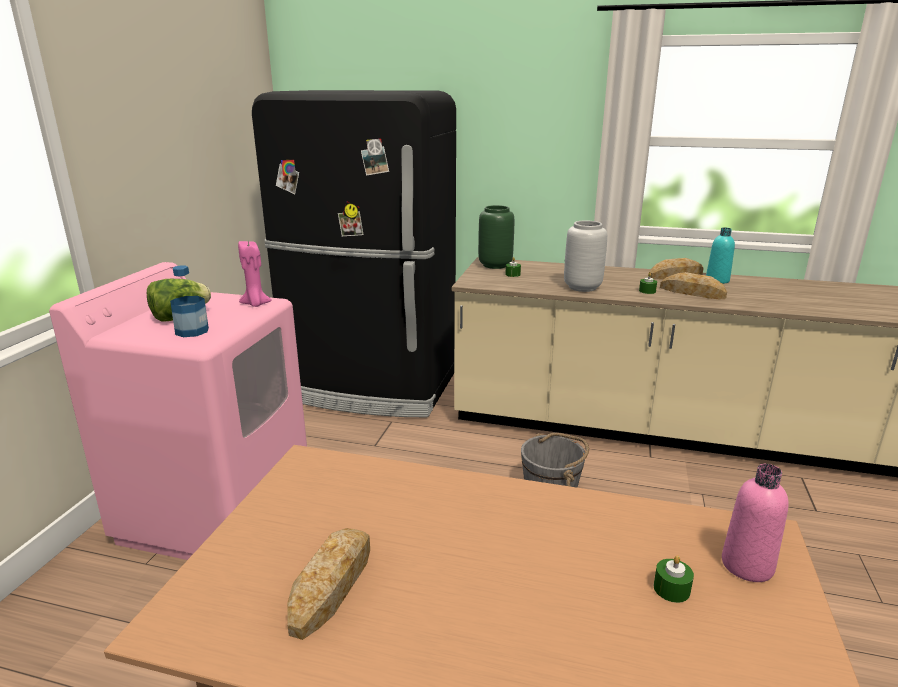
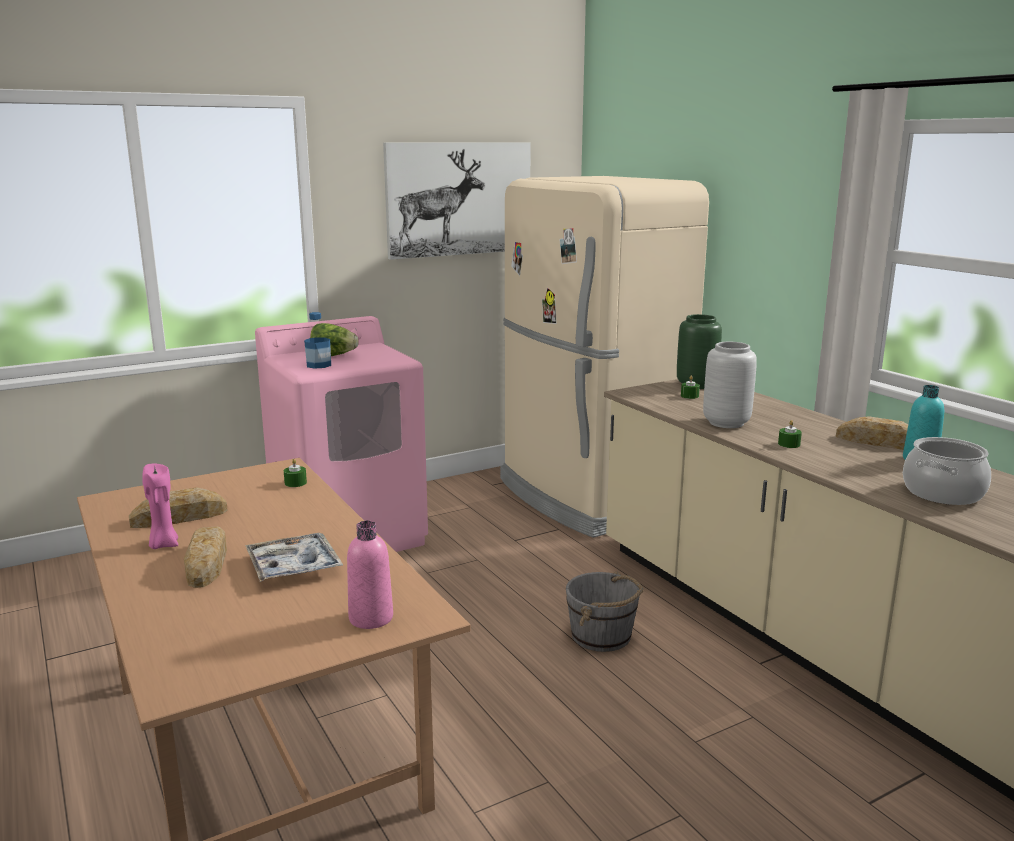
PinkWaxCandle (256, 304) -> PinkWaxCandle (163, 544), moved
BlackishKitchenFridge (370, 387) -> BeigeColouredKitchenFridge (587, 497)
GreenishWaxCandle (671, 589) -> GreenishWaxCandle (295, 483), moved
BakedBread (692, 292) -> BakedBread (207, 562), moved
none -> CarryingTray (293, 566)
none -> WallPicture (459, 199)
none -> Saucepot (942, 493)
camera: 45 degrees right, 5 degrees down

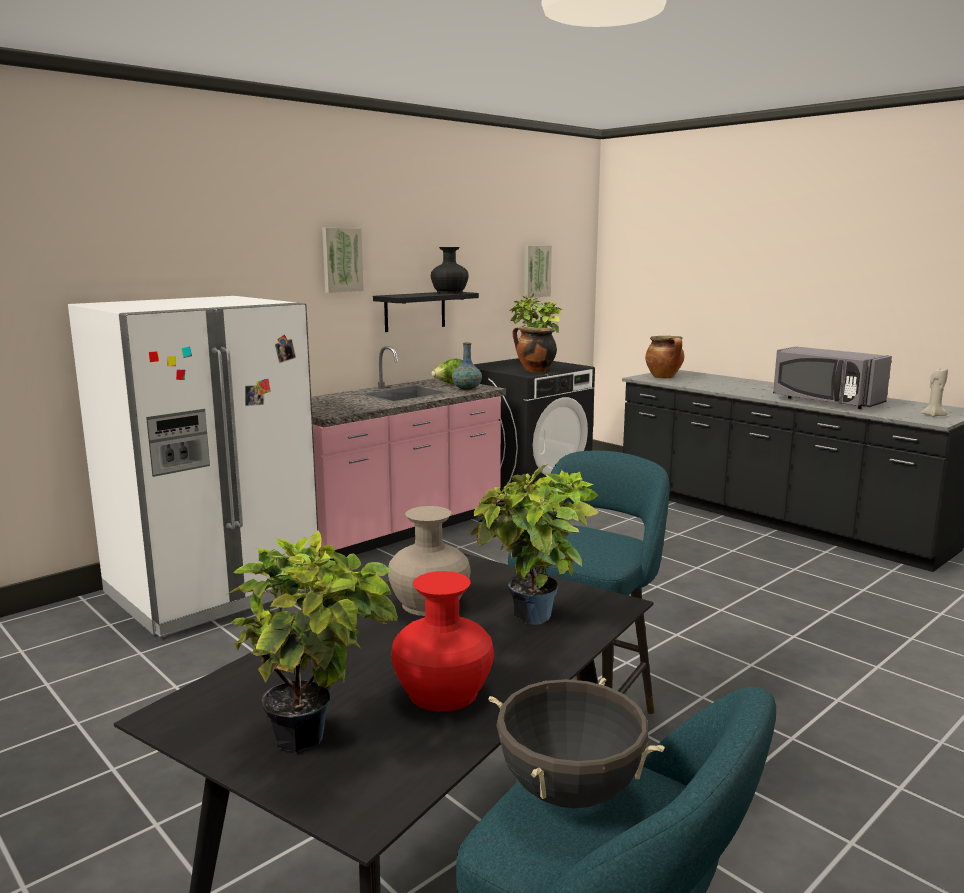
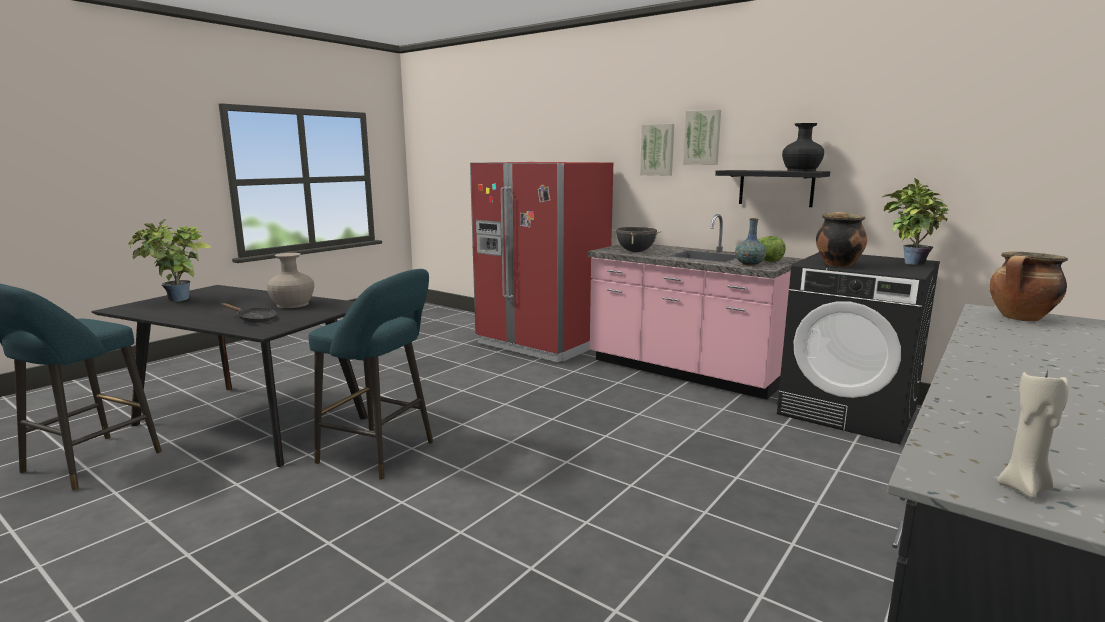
WhiteColouredKitchenFridge (213, 590) -> ReddishKitchenFridge (542, 343)
ReddishFlowerVase (443, 692) -> none
PlantInAPot (535, 622) -> BlackishSkillet (254, 319)
BlackishSaucepot (570, 791) -> BlackishSaucepot (635, 252), moved
WallPicture (536, 271) -> WallPicture (657, 150), moved
GrayMicrowave (825, 402) -> none
camera: 80 degrees right, 0 degrees up

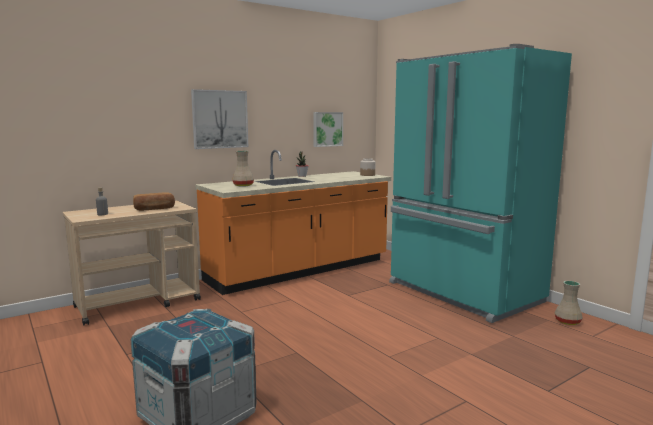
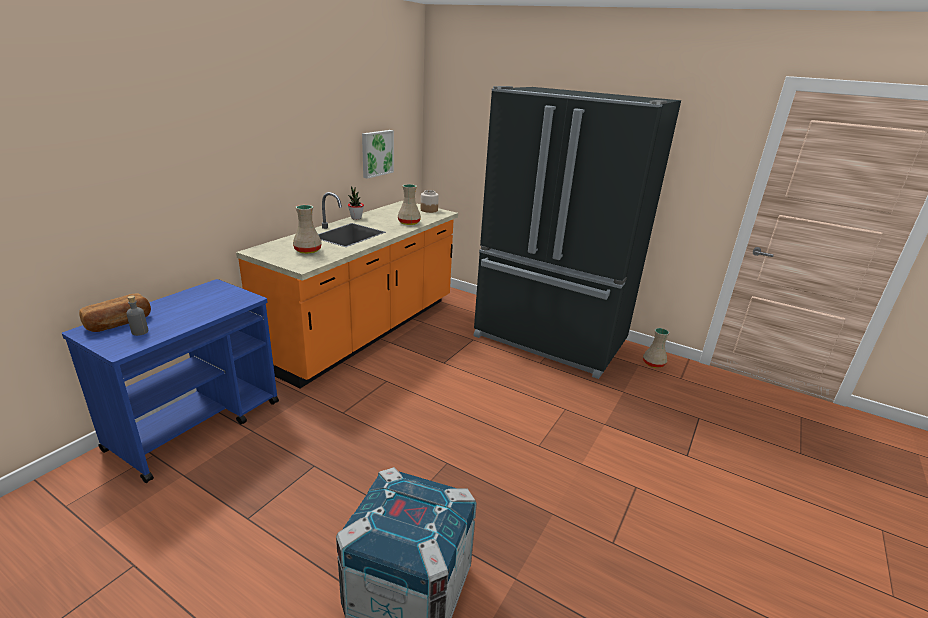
BeigeColouredWheeledCart (139, 303) -> BluishWheeledCart (197, 424)
BakedBread (154, 209) -> BakedBread (119, 323), moved
WallPicture (220, 119) -> none
TurquoiseKitchenFridge (462, 293) -> BlackishKitchenFridge (549, 340)
none -> BeigeColouredFlowerVase (409, 223)
camera: 25 degrees left, 15 degrees up

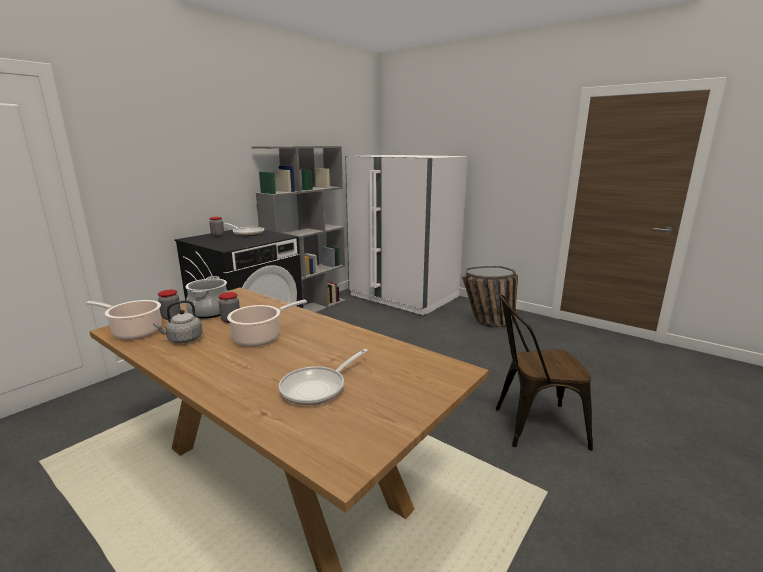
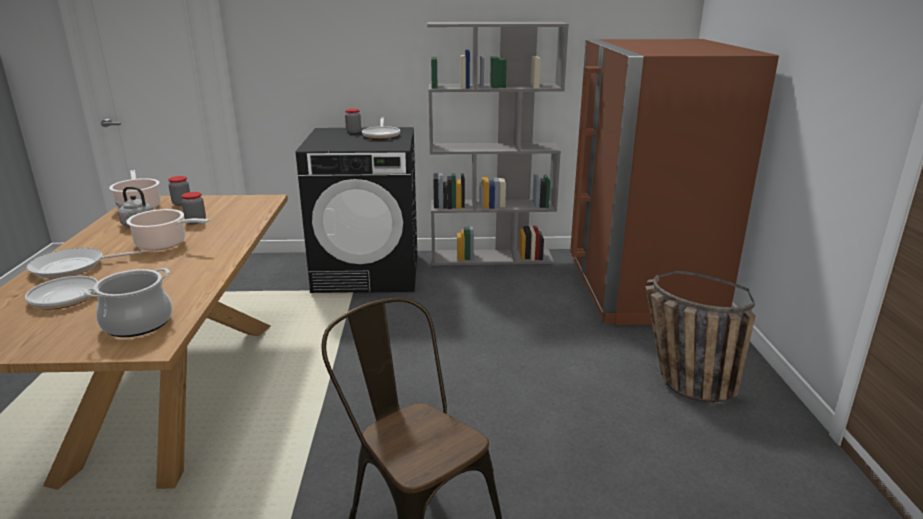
Saucepot (210, 312) -> Saucepot (137, 324), moved
WhiteColouredKitchenFridge (403, 296) -> BrownishKitchenFridge (639, 288)
none -> Skillet (73, 267)
camera: 50 degrees right, 5 degrees up

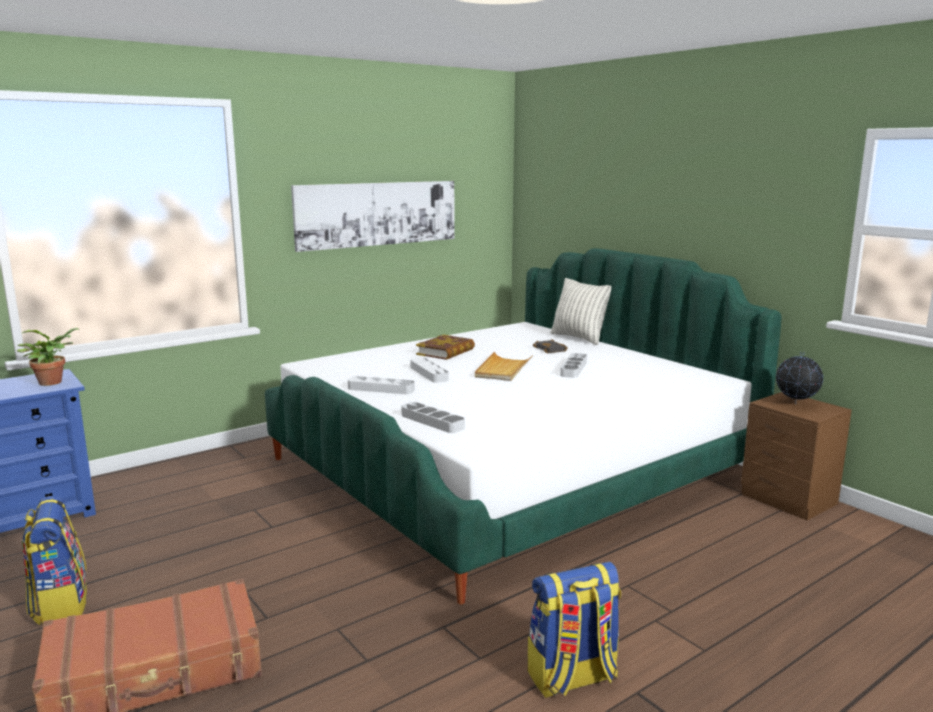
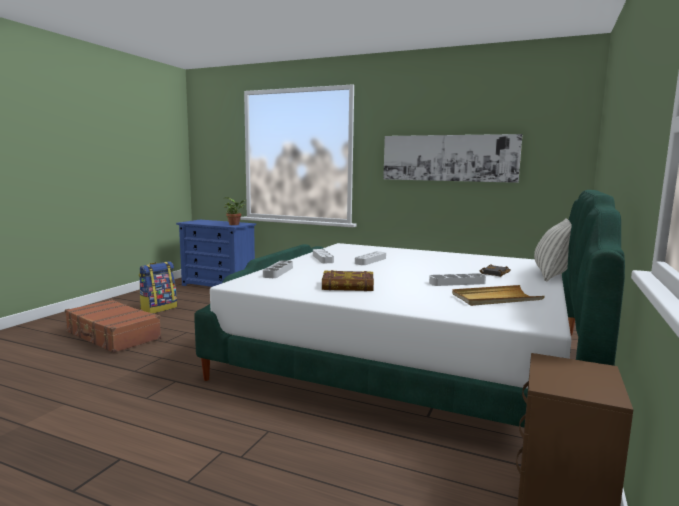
Book (446, 352) -> Book (347, 286), moved
BeigeColouredCarryingTray (503, 369) -> BeigeColouredCarryingTray (495, 299), moved
Rucksack (572, 678) -> none
WorldGlobe (796, 404) -> none
camera: 60 degrees right, 5 degrees down

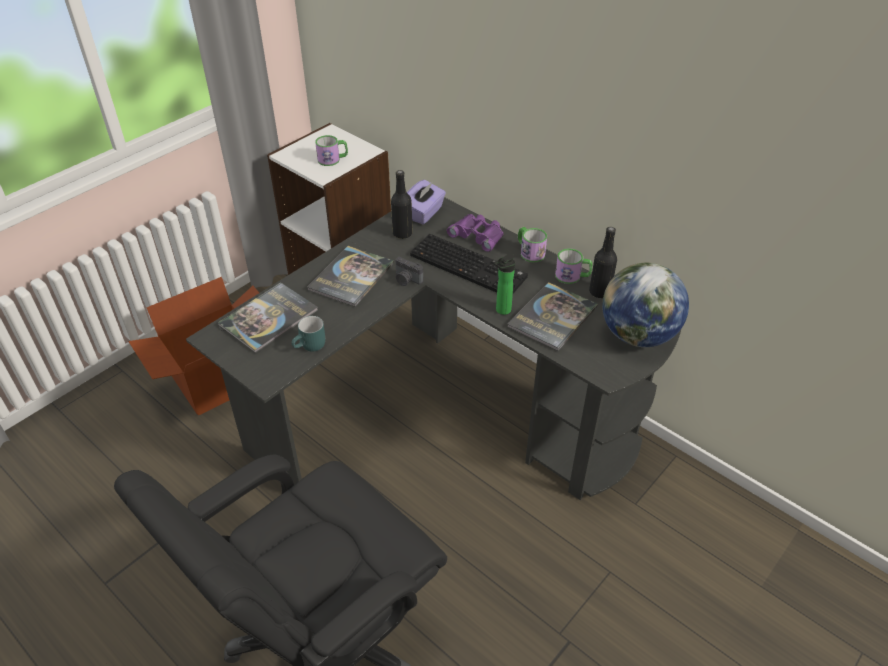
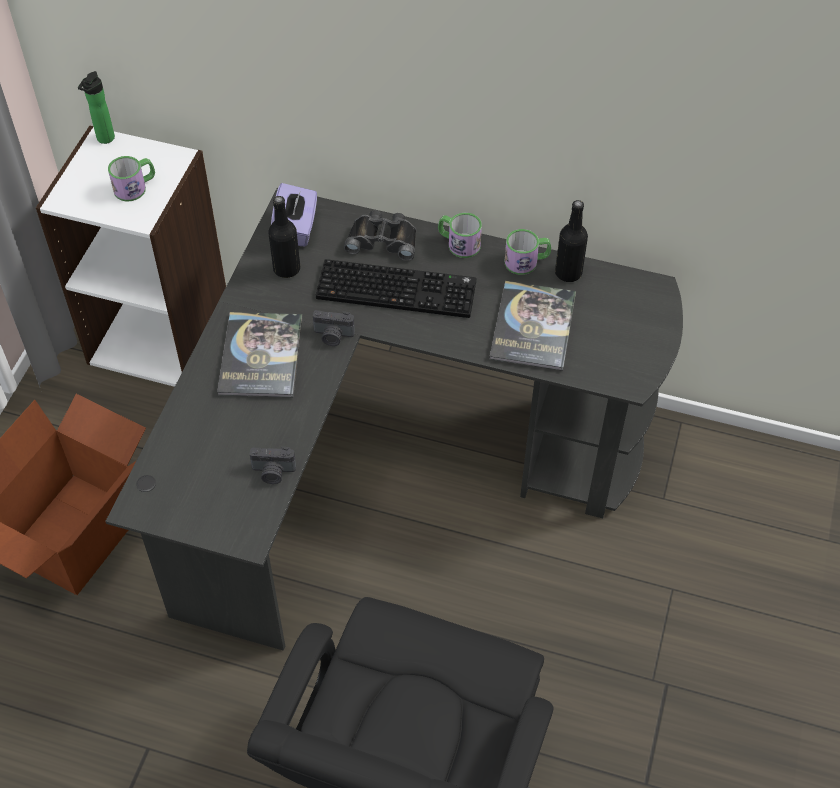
Book (269, 318) -> none
TurquoiseMug (311, 347) -> StillCamera (273, 472)
PurpleColouredFieldGlasses (478, 235) -> BlackishFieldGlasses (383, 239)
BeverageBottle (501, 311) -> BeverageBottle (104, 139), moved
WorldGlobe (637, 335) -> none
camera: 25 degrees left, 10 degrees up

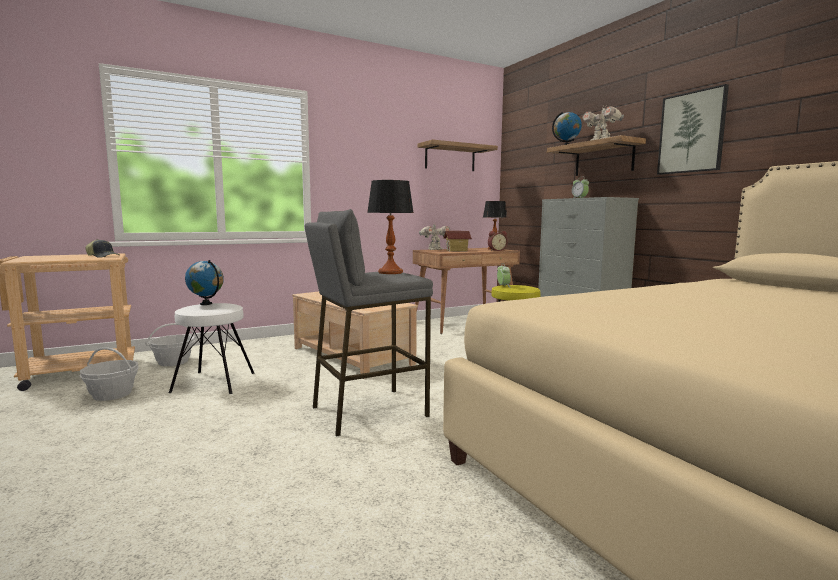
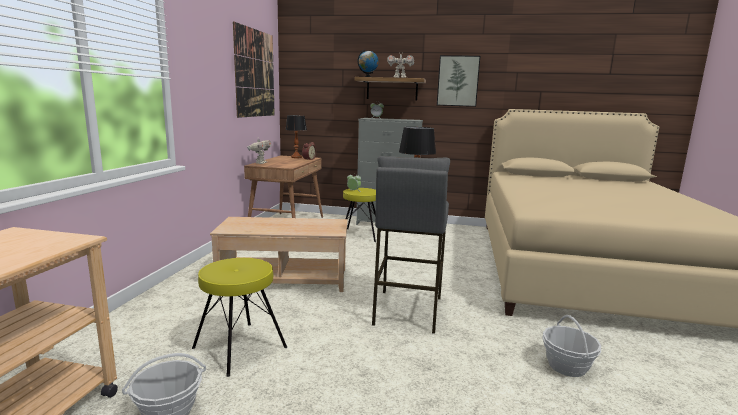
PeakedCap (103, 257) -> none
StorageBasket (173, 362) -> StorageBasket (567, 366), moved
WhiteColouredStoolSeat (214, 382) -> YellowStoolSeat (240, 347)
WorldGlobe (206, 304) -> none
WallShelf (450, 158) -> WallPicture (255, 73)
ModelHouse (457, 251) -> none
camera: 50 degrees left, 5 degrees up

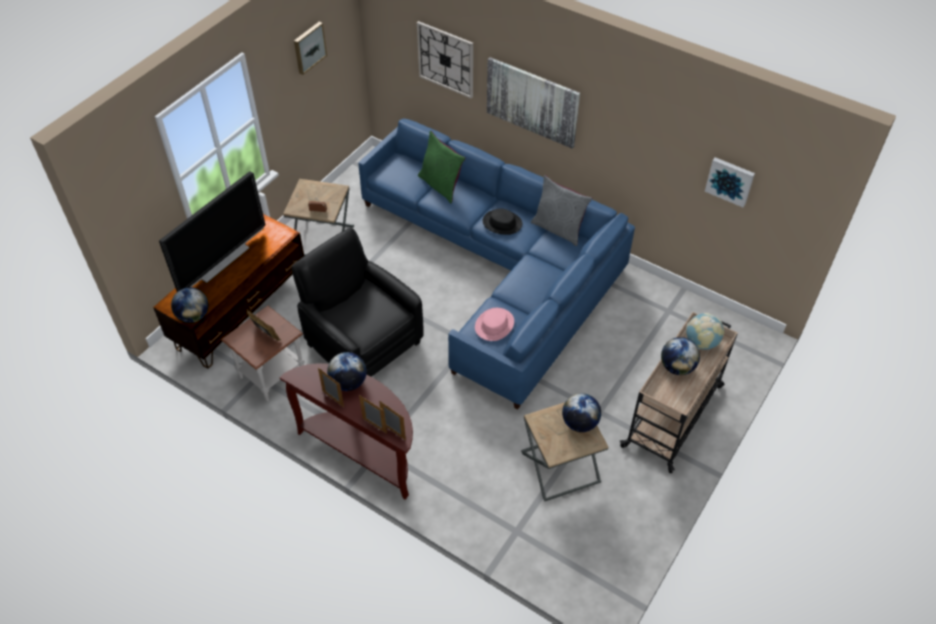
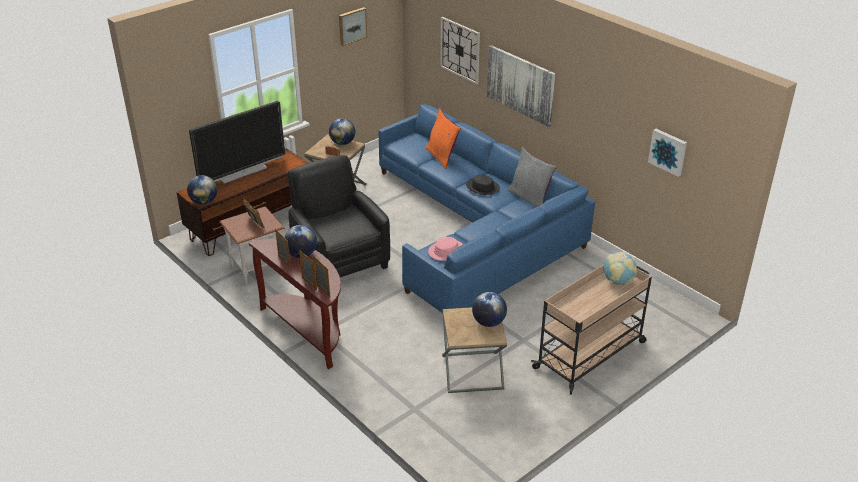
GreenishPillow (441, 185) -> OrangeColouredPillow (442, 157)
WorldGlobe (677, 367) -> WorldGlobe (342, 143), moved
camera: 15 degrees right, 15 degrees down

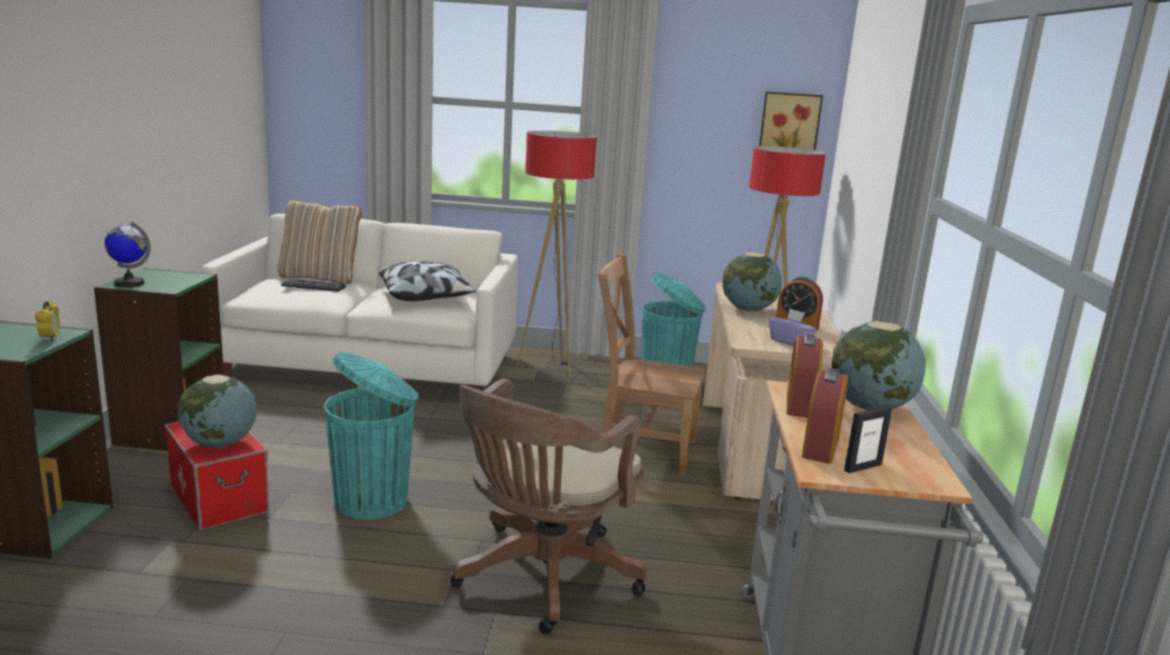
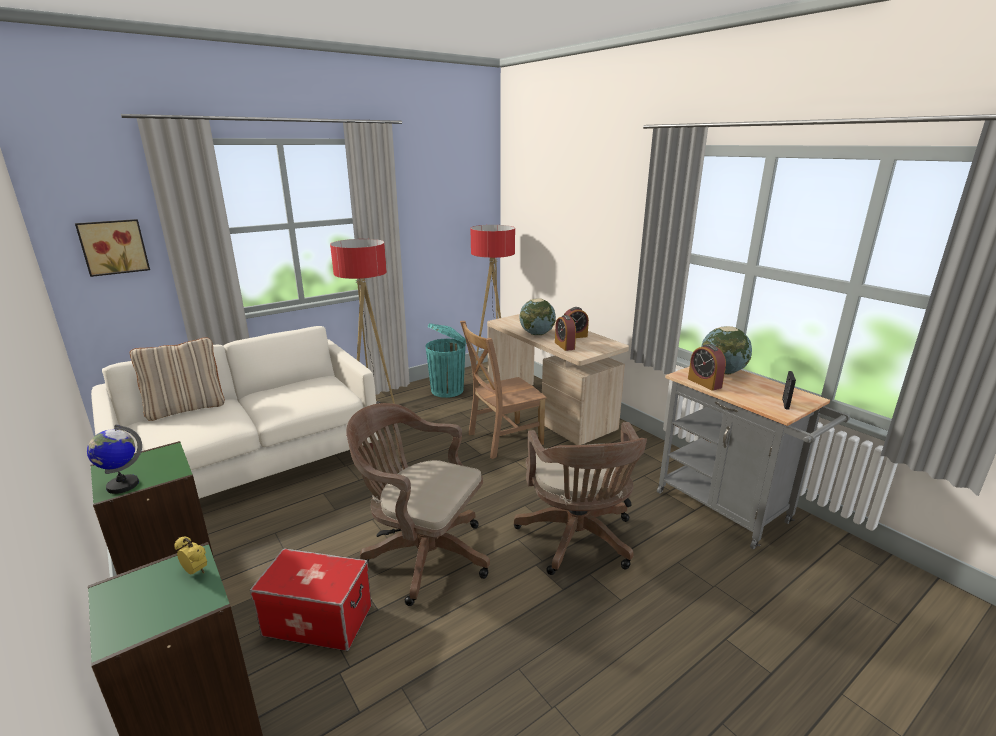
WorldGlobe (220, 444) -> none
Keyboard (313, 286) -> none
TurquoiseWasteBin (374, 501) -> BrownishDeskChair (422, 554)
Pillow (426, 296) -> none
WallPicture (789, 122) -> WallPicture (113, 247), moved
PurpleColouredTissueBox (790, 342) -> none
TableClock (820, 448) -> TableClock (564, 346), moved
camera: 40 degrees left, 5 degrees up

